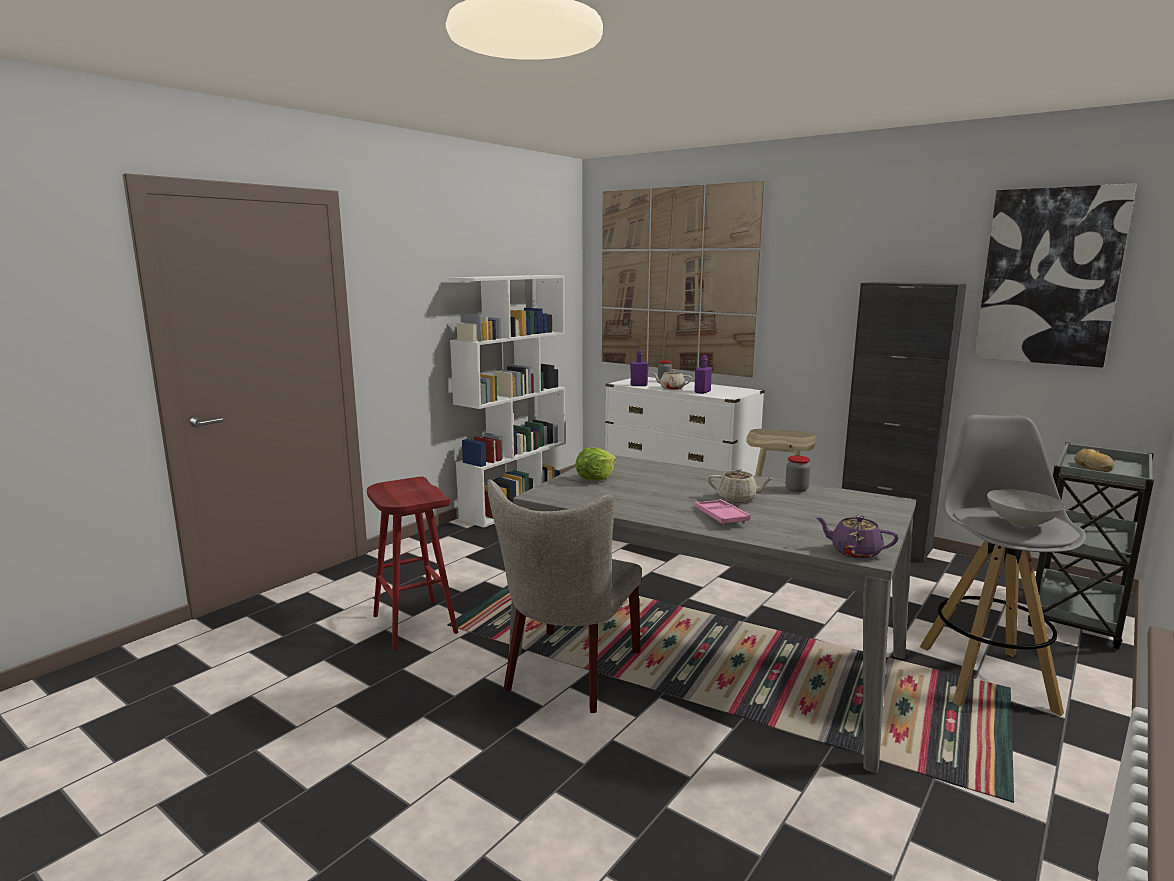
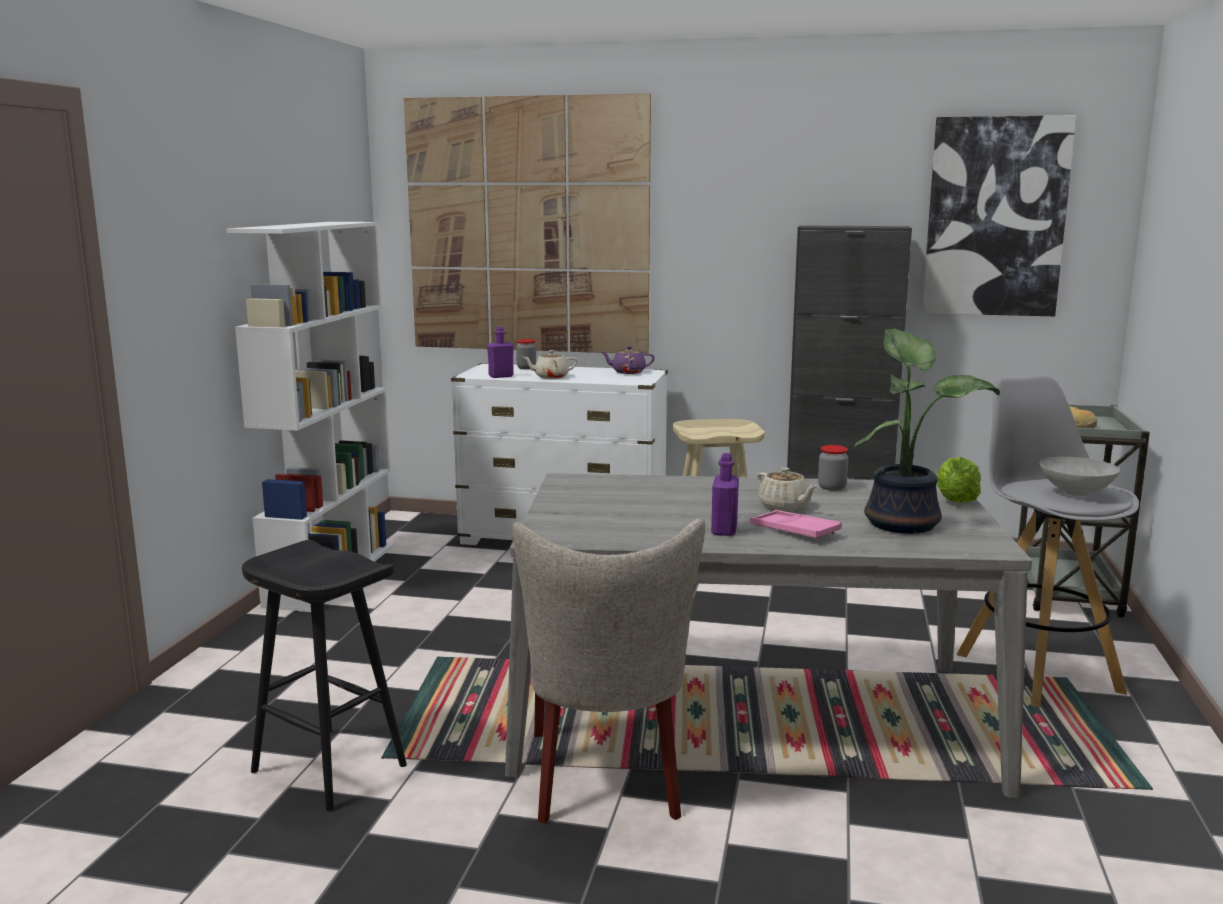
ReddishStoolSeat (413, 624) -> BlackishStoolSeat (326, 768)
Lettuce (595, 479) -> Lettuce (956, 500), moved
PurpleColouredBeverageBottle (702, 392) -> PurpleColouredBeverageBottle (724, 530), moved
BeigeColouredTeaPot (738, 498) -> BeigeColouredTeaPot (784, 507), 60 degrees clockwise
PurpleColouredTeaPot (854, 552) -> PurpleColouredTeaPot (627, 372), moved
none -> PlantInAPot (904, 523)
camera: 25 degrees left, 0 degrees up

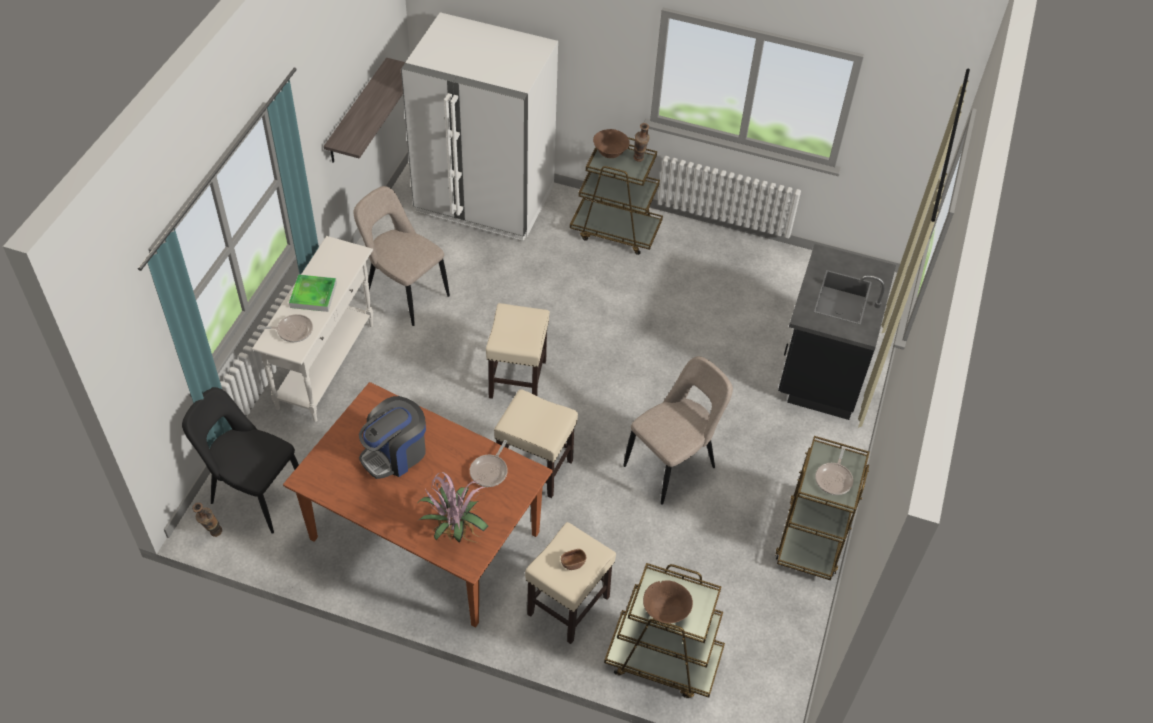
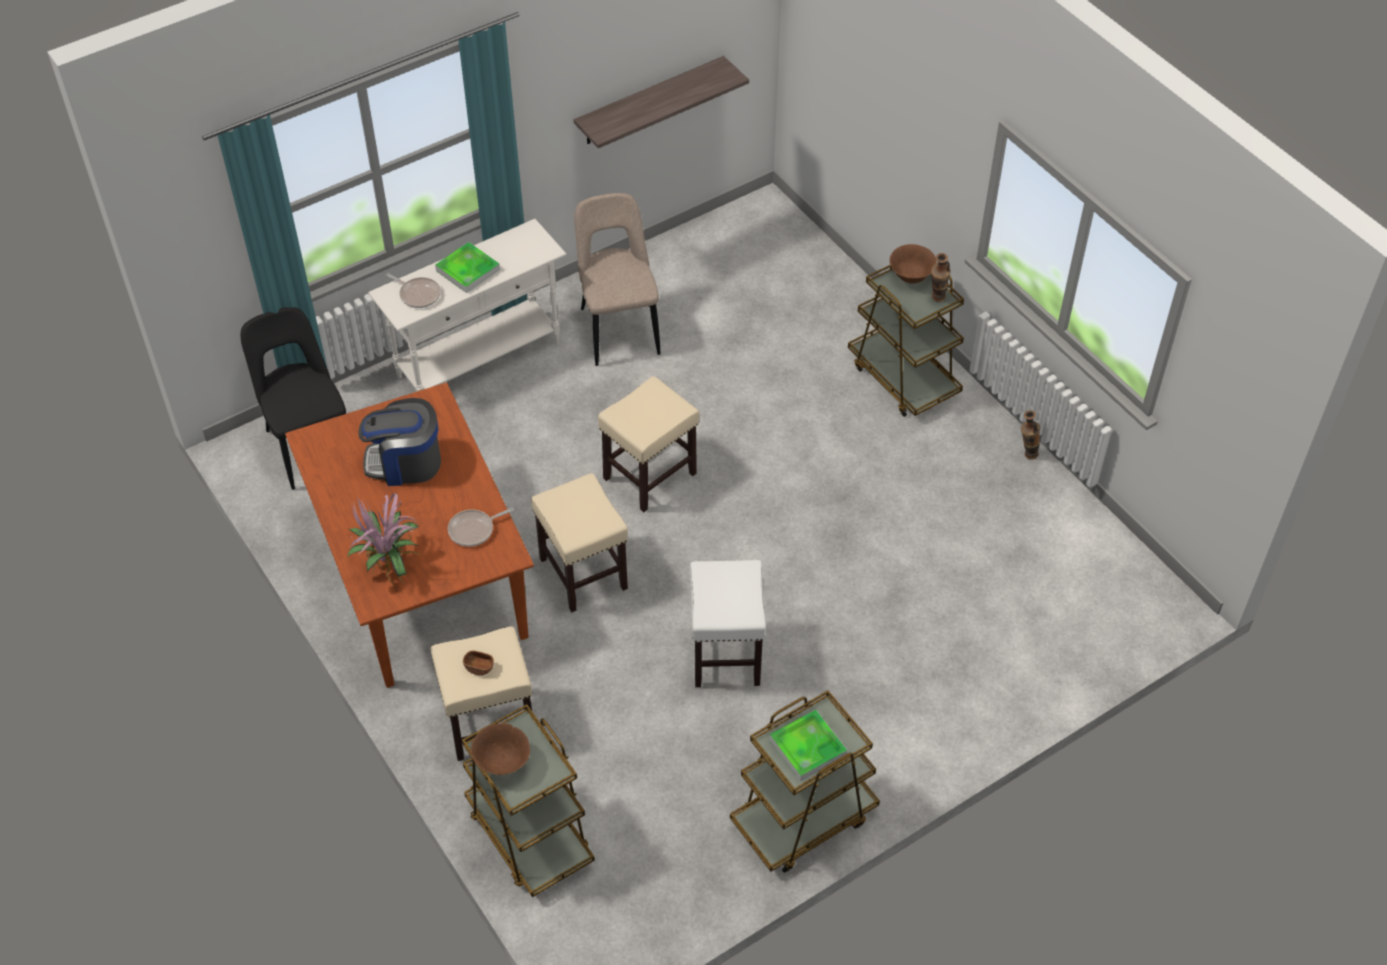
FlowerVase (212, 534) -> FlowerVase (1026, 455), moved
WhiteColouredKitchenFridge (484, 200) -> none
BeigeColouredChair (673, 464) -> WhiteColouredStoolSeat (726, 655)
BlackishKitchenBaseUnit (821, 369) -> none
Skillet (834, 479) -> CarryingTray (807, 748)
camera: 40 degrees right, 0 degrees up

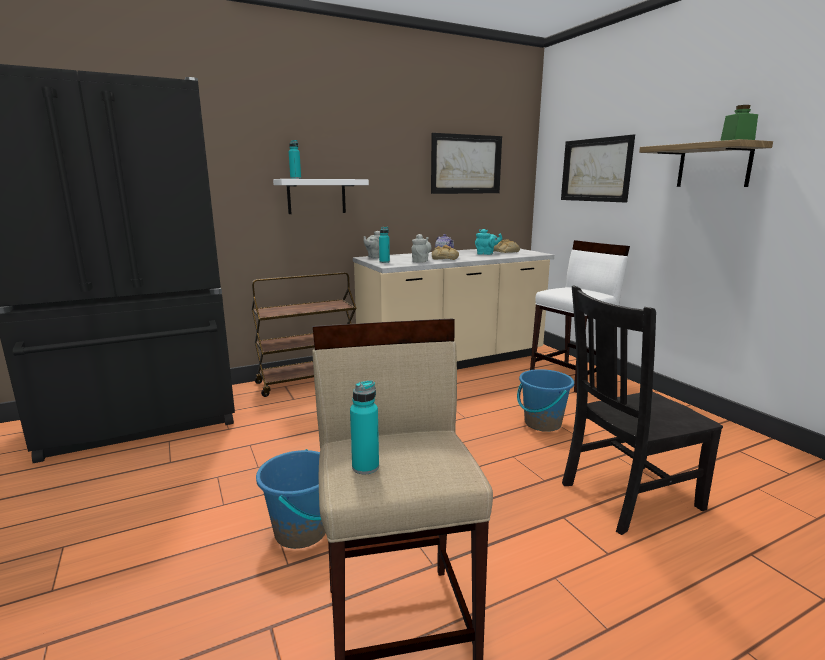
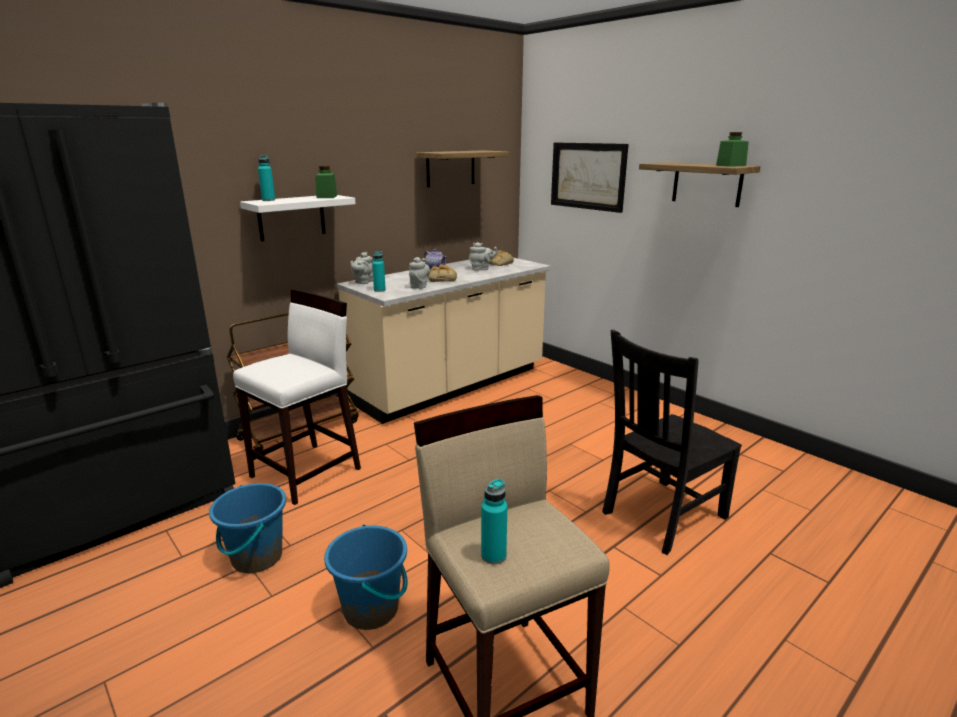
WallPicture (466, 164) -> WallShelf (450, 168)
TurquoiseTeaPot (486, 254) -> GrayTeaPot (481, 269)
BluishWaterBucket (542, 423) -> BluishWaterBucket (256, 557), moved
WhiteColouredStoolSeat (572, 376) -> WhiteColouredStoolSeat (307, 472), moved
none -> GreenishPreserveJar (327, 197)
camera: 15 degrees left, 5 degrees up

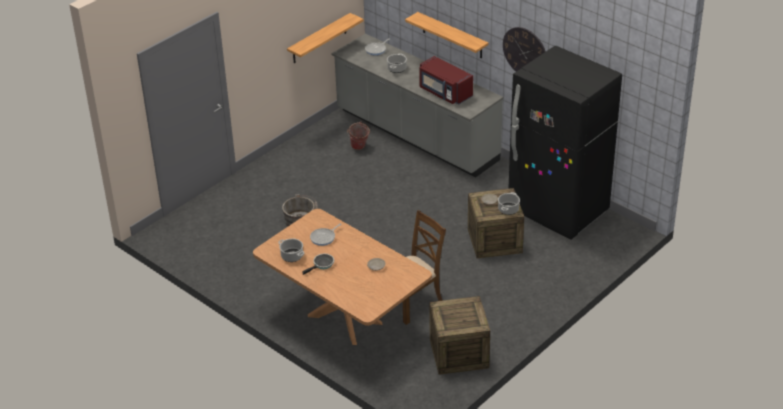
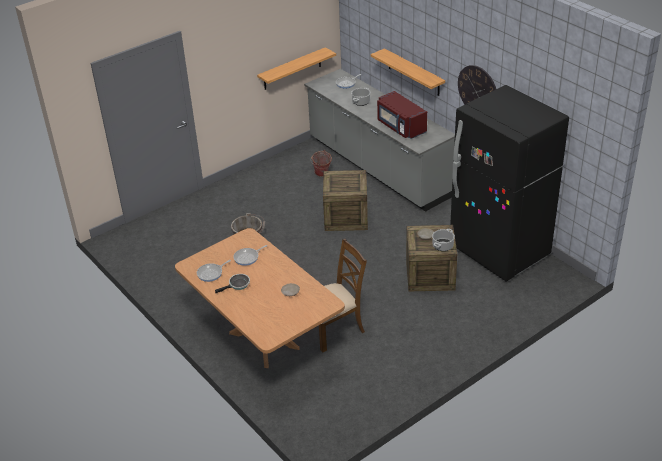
Saucepot (292, 256) -> Skillet (211, 273)
PackingCrate (459, 353) -> PackingCrate (346, 217), moved
camera: 10 degrees right, 0 degrees up

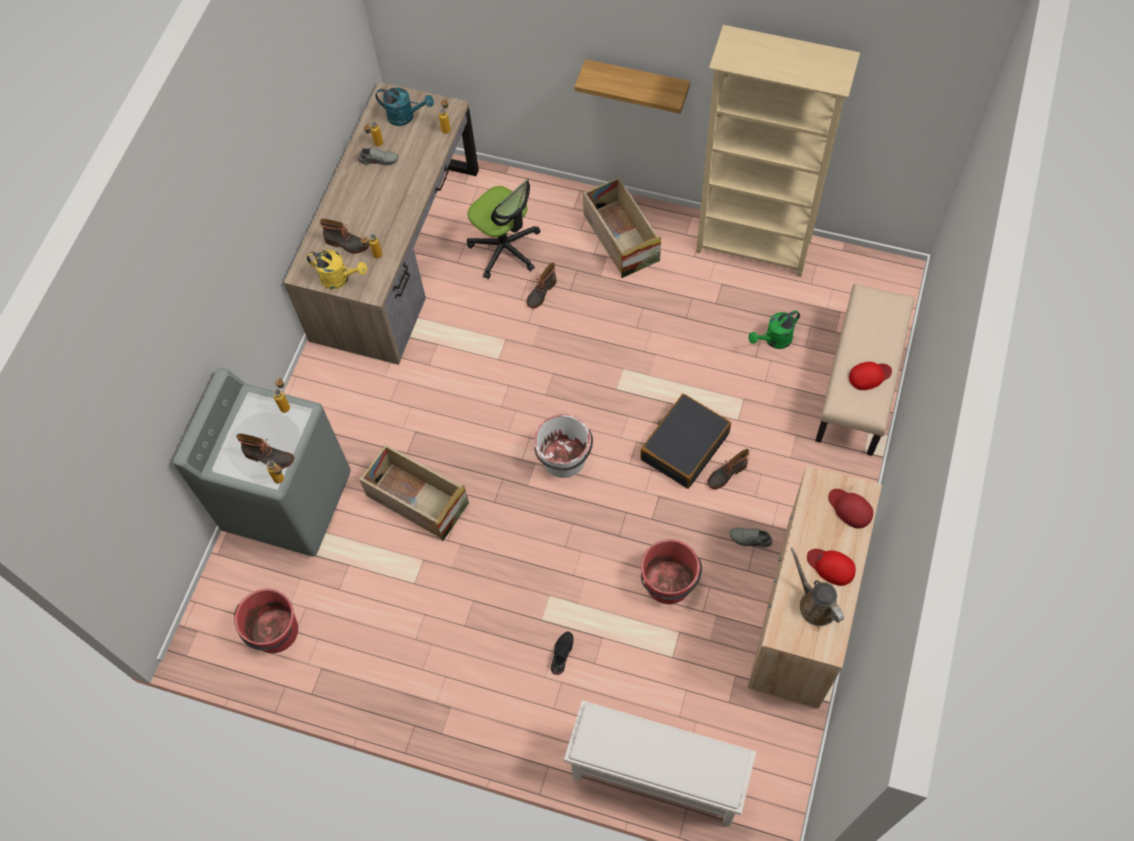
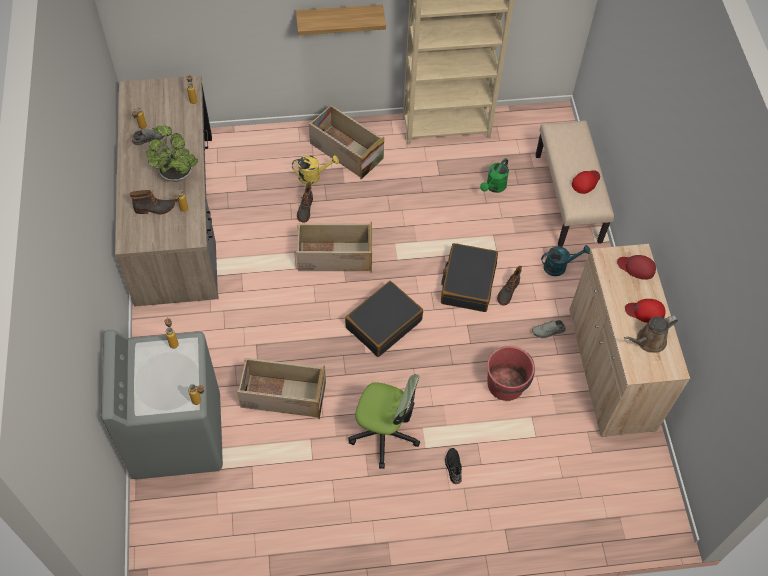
ReddishWaterBucket (275, 632) -> none
HighTopBoot (269, 458) -> none
YellowWateringPot (339, 278) -> YellowWateringPot (313, 176), moved
TurquoiseWateringPot (405, 116) -> TurquoiseWateringPot (559, 266), moved
DeskChair (505, 249) -> DeskChair (384, 433), moved
WhiteColouredWaterBucket (564, 459) -> BlackishPieceOfLuggage (383, 323)
WhiteColouredShoeRack (655, 776) -> none
BrownishWateringPot (815, 604) -> BrownishWateringPot (648, 341), 60 degrees counterclockwise
none -> PlantInAPot (175, 173)
none -> PackingCrate (334, 257)
camera: 30 degrees left, 5 degrees down

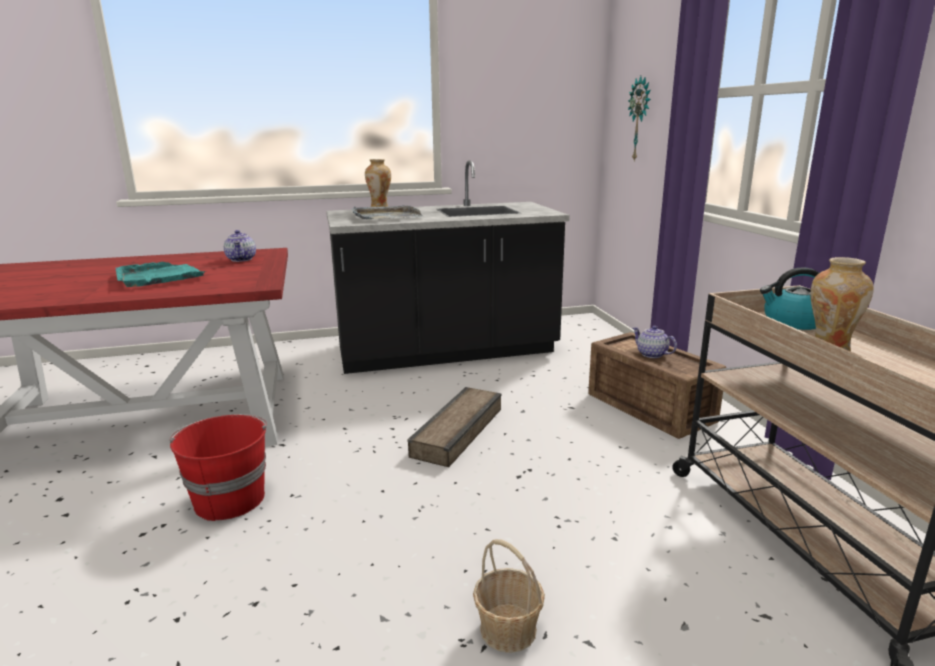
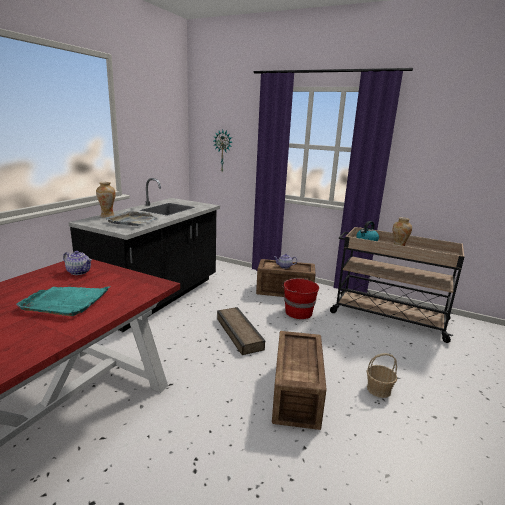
ReddishWaterBucket (229, 498) -> ReddishWaterBucket (298, 312), moved
none -> PackingCrate (298, 393)
camera: 50 degrees left, 0 degrees up

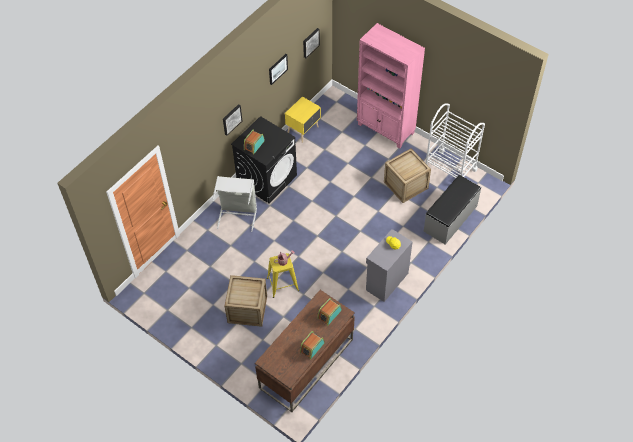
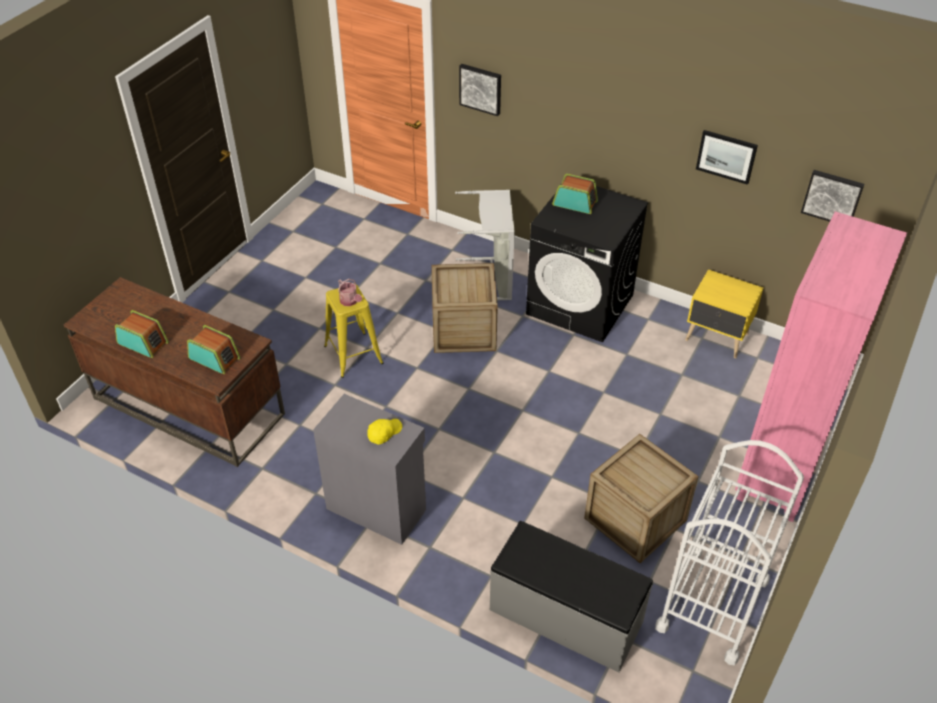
WallPicture (231, 119) -> WallPicture (481, 88), moved
PackingCrate (247, 309) -> PackingCrate (464, 330), moved
camera: 80 degrees right, 10 degrees down

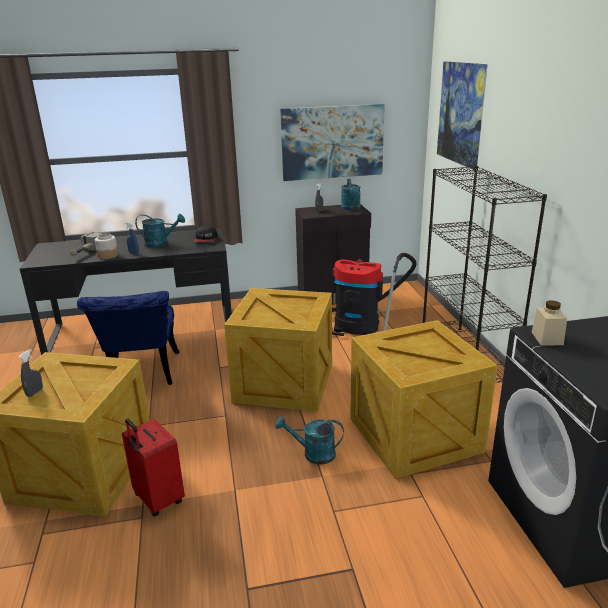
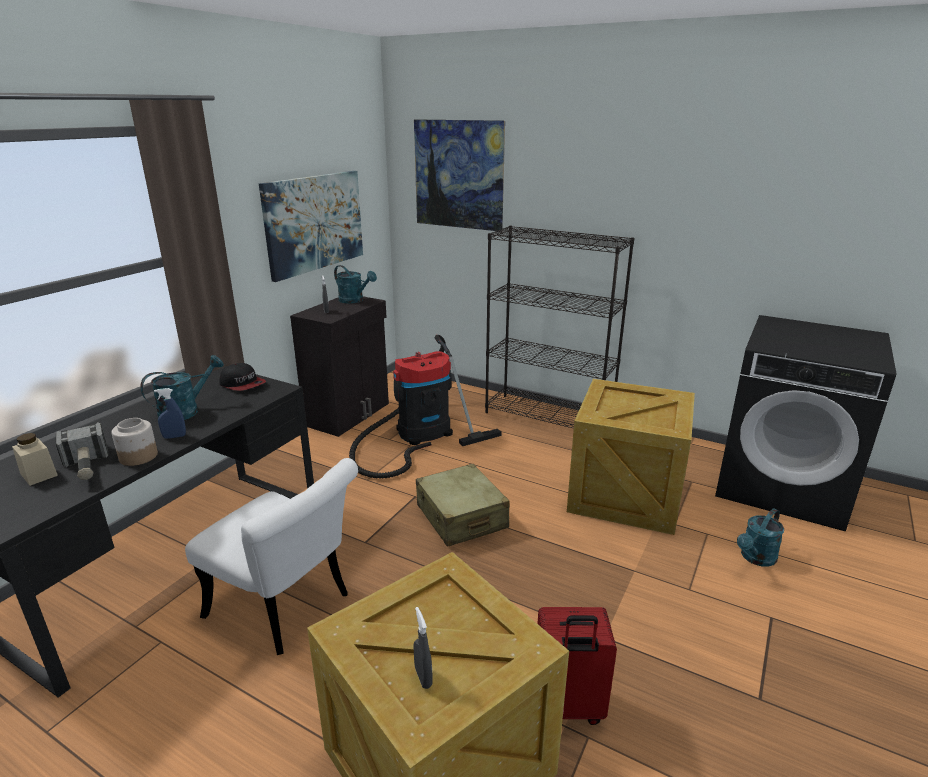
BluishChair (142, 375) -> WhiteColouredChair (287, 609)
PackingCrate (285, 384) -> BeigeColouredPieceOfLuggage (461, 517)
TurquoiseWateringPot (313, 454) -> TurquoiseWateringPot (755, 558), moved
BeigeColouredPreserveJar (547, 338) -> BeigeColouredPreserveJar (39, 474), moved
camera: 50 degrees left, 0 degrees up

